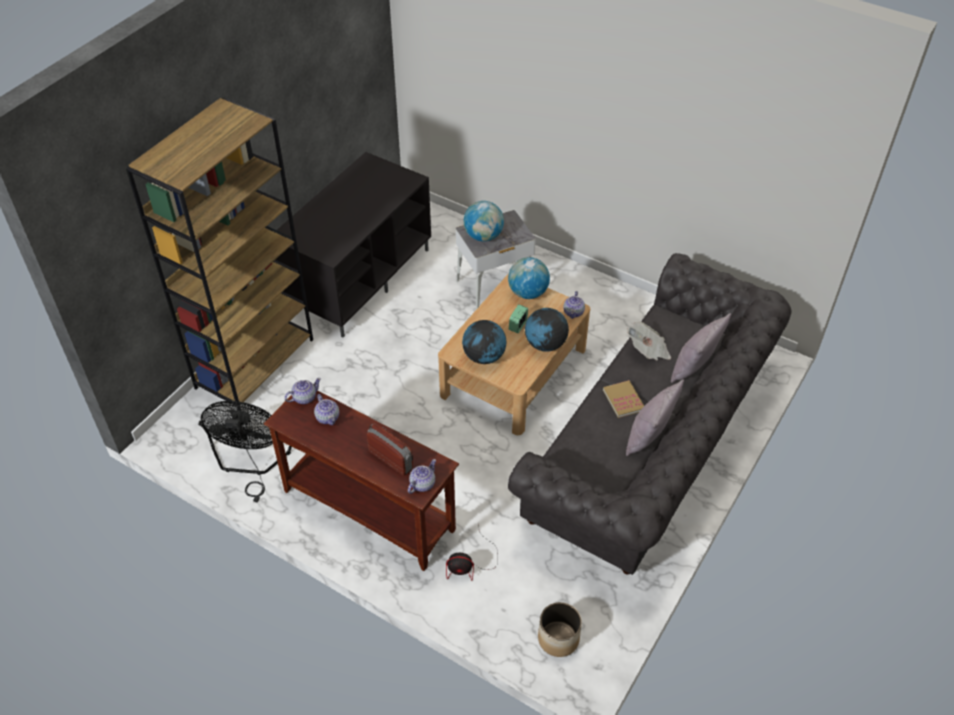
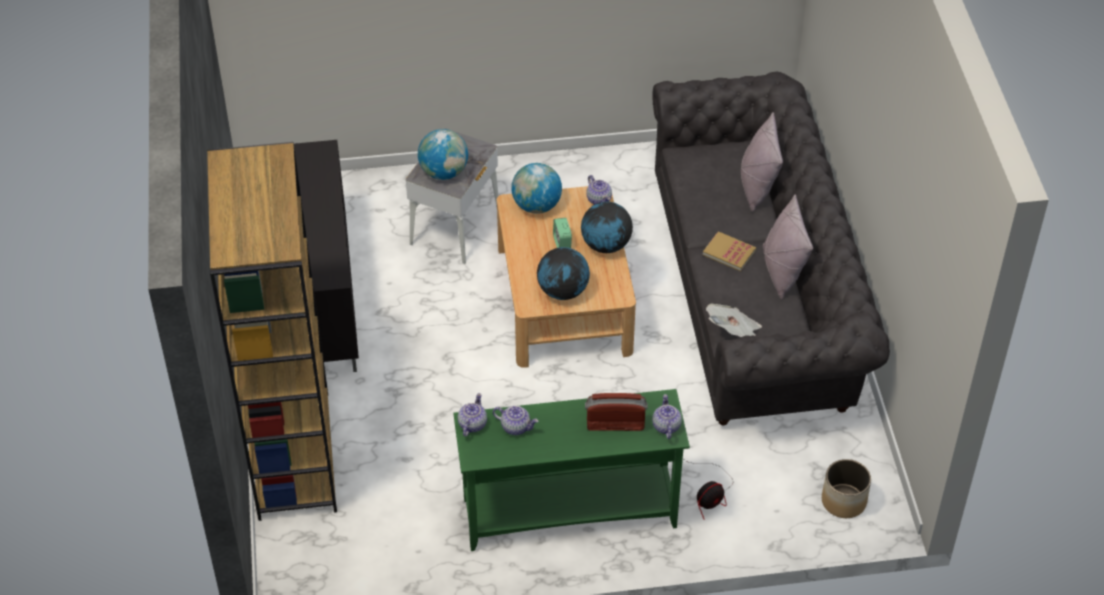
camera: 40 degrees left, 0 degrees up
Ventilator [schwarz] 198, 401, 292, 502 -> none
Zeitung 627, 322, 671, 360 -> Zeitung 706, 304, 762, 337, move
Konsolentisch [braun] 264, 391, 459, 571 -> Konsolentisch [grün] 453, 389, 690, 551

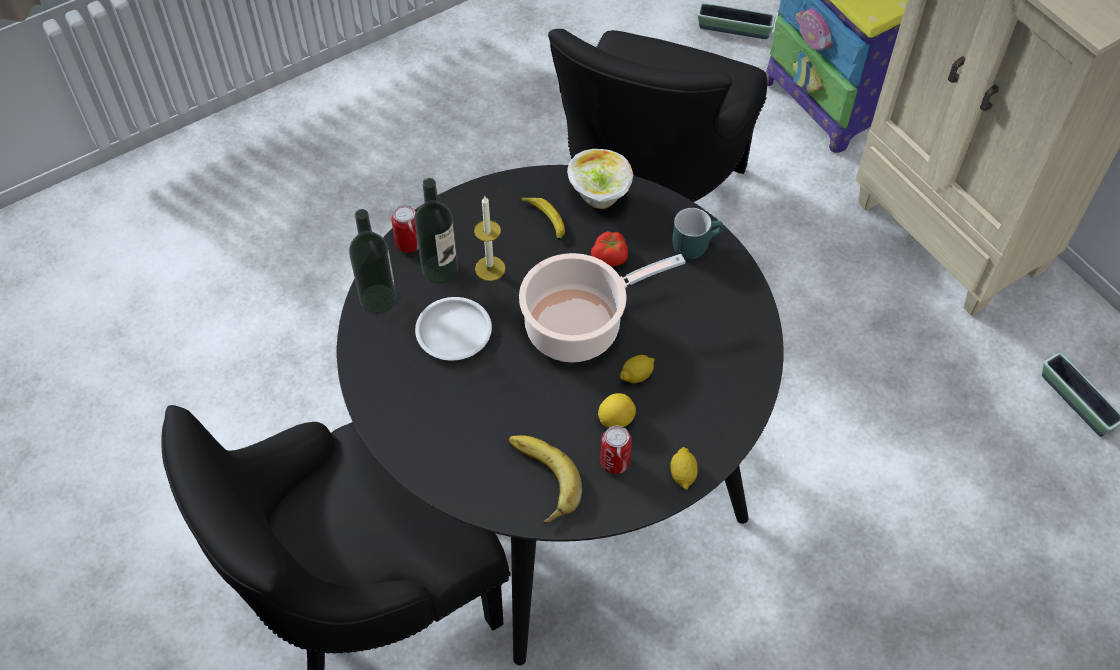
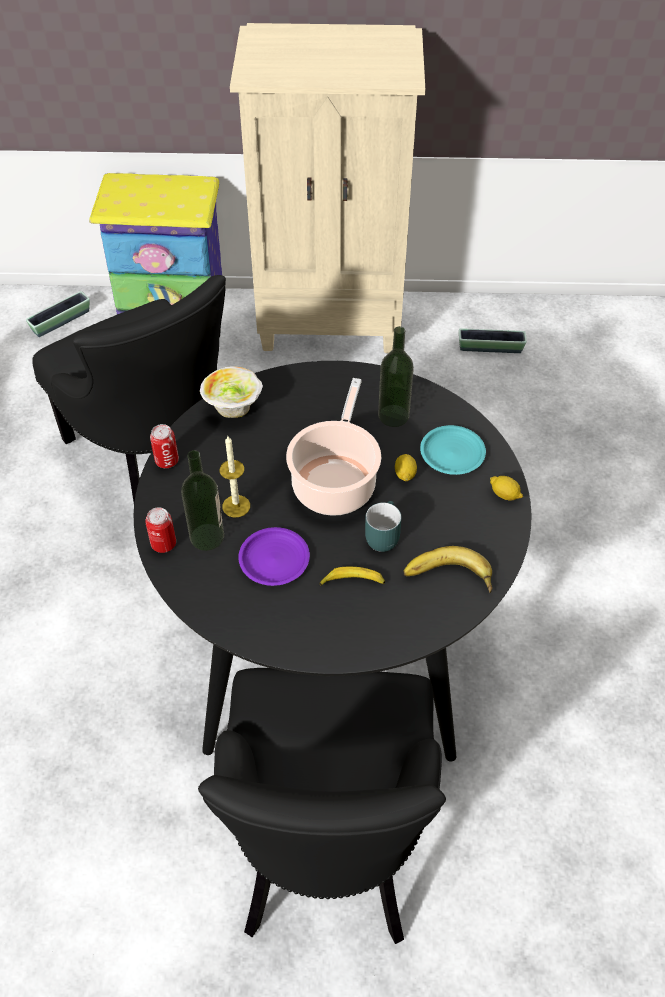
camera: 55 degrees left, 5 degrees down
Tomate 591, 231, 628, 266 -> none
Zitrone 598, 393, 636, 428 -> none
none -> Teller [türkis] 420, 425, 486, 475
Flasche 349, 209, 397, 314 -> Flasche 378, 326, 414, 427, move
Banane 520, 197, 565, 240 -> Banane 319, 567, 385, 586, move
Dose 600, 426, 632, 474 -> Dose 150, 424, 179, 468, move
Henkelbecher [türkis] 672, 208, 724, 259 -> Henkelbecher [türkis] 365, 501, 401, 552, move
Teller [weiß] 415, 297, 492, 360 -> Teller [lila] 238, 527, 310, 586

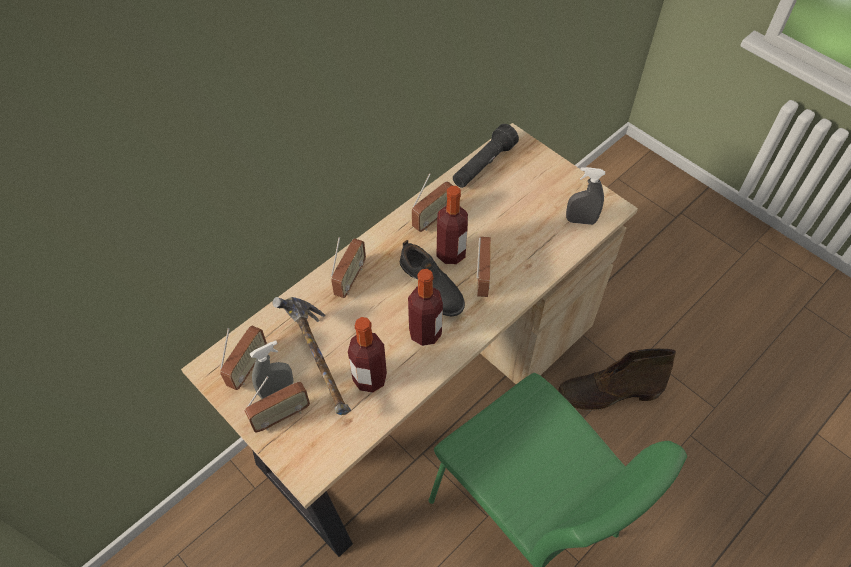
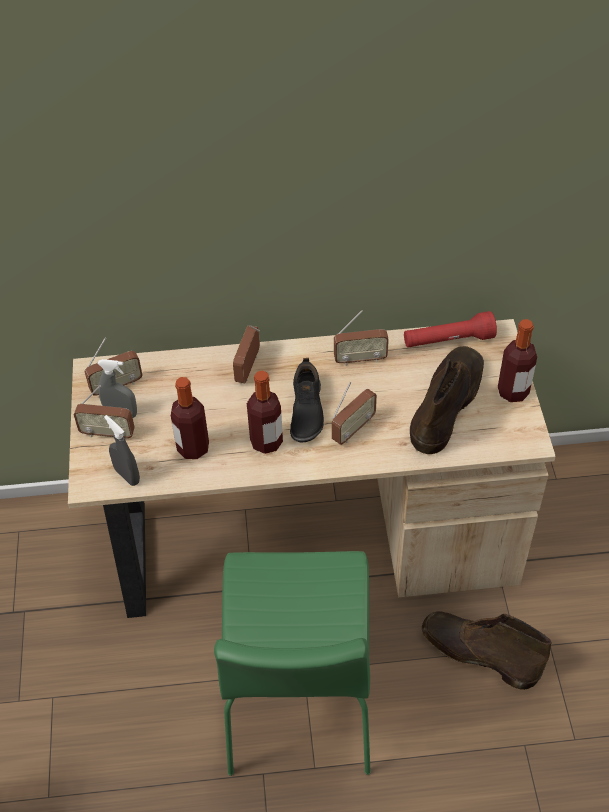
camera: 40 degrees right, 5 degrees down
Hammer 273, 297, 351, 415 -> none
none -> Stiefel [braun] 410, 346, 484, 454
Flasche 436, 186, 468, 264 -> Flasche 498, 319, 537, 402, move
Sprühflasche [grau] 566, 167, 605, 225 -> Sprühflasche [grau] 104, 415, 140, 486, move
Taschenlampe [schwarz] 453, 124, 519, 188 -> Taschenlampe [rot] 404, 311, 497, 347
Radio 330, 237, 366, 298 -> Radio 233, 325, 260, 383, 135 degrees clockwise

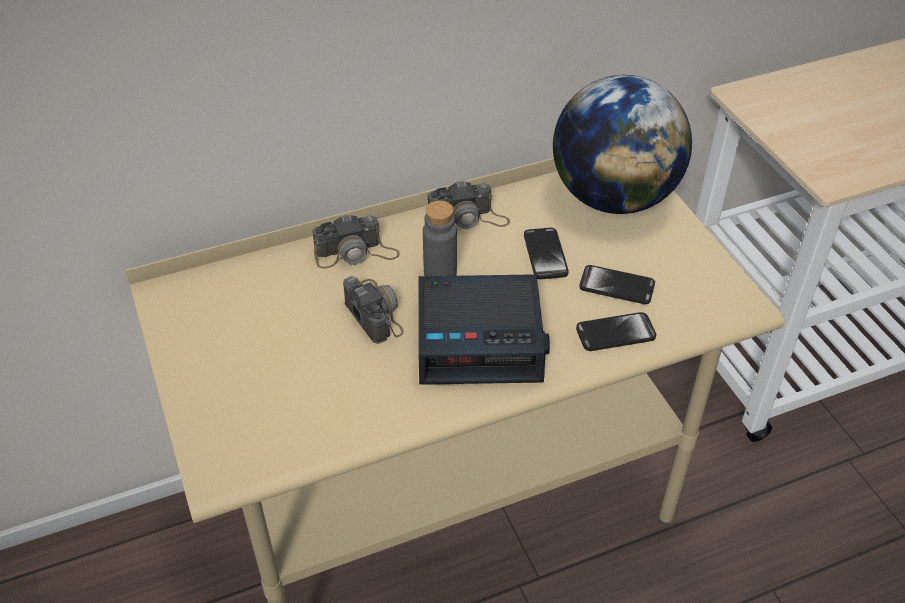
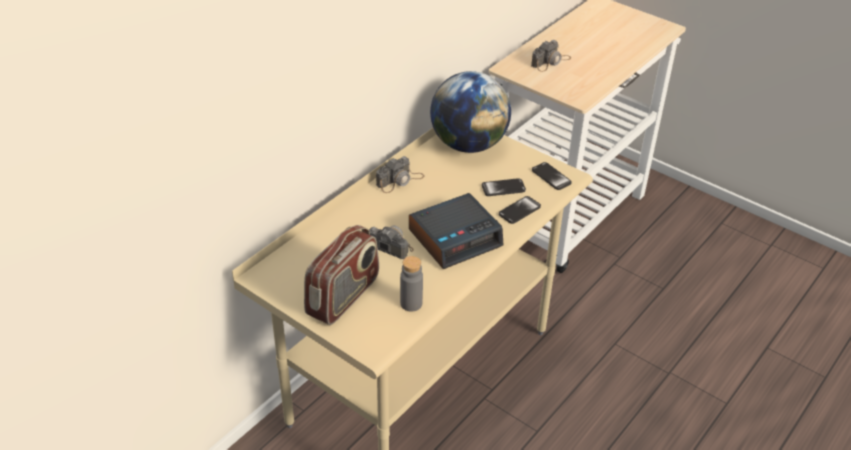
camera: 30 degrees left, 5 degrees down
none -> Radio 304, 225, 379, 325
Kamera 312, 213, 400, 268 -> Kamera 531, 40, 571, 72, move
Flasche [grau] 423, 201, 457, 276 -> Flasche [grau] 400, 256, 423, 312, move
Handy 524, 228, 569, 279 -> Handy 532, 162, 572, 190, move

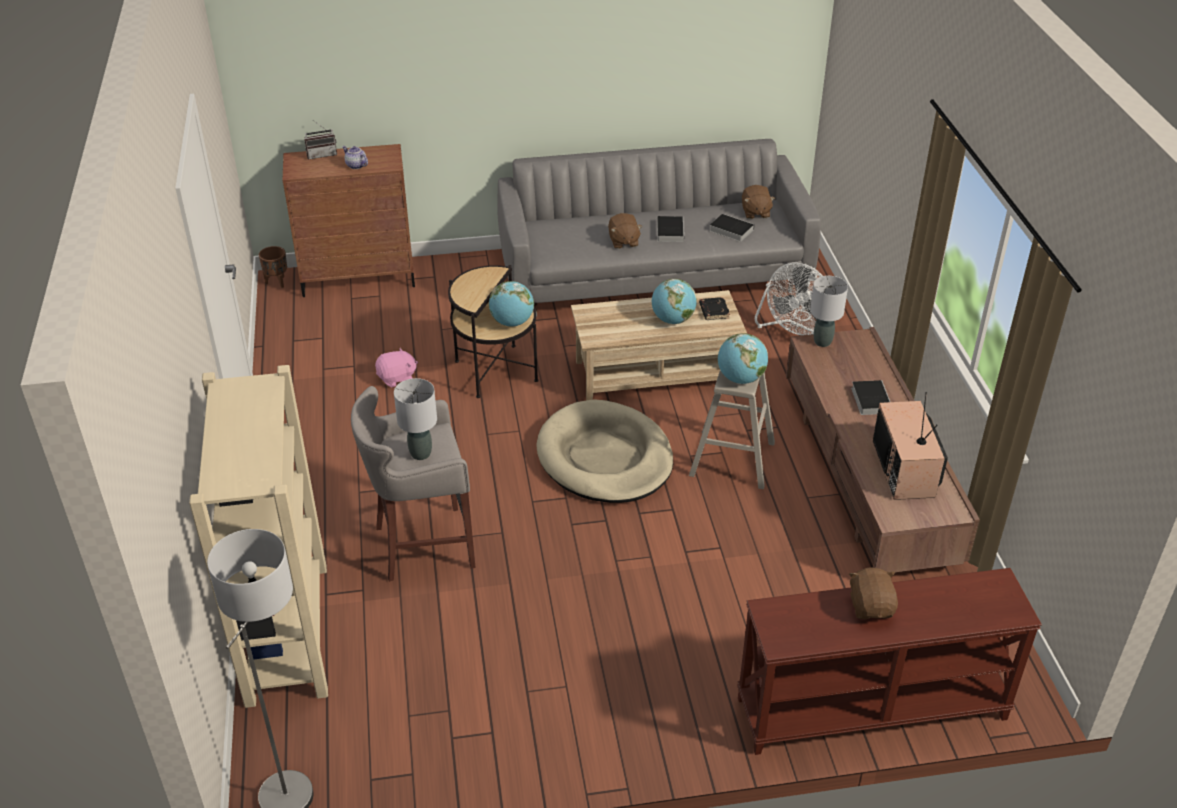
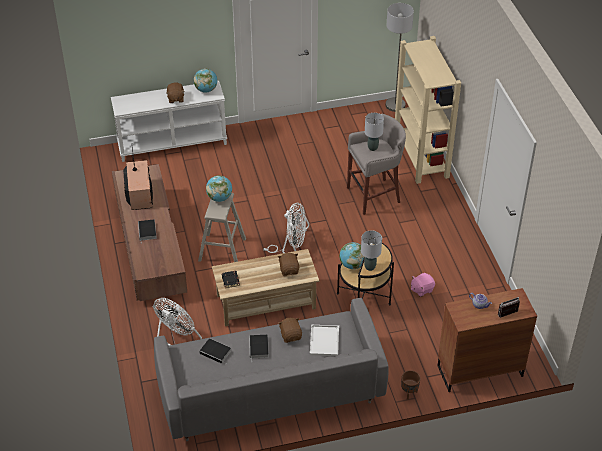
camera: 175 degrees right, 5 degrees up
none -> Tablett [weiß] 310, 325, 339, 356
Pflanzkübel [braun] 259, 246, 287, 288 -> Pflanzkübel [braun] 401, 370, 421, 400, move
Globus 652, 279, 697, 324 -> Globus 194, 68, 217, 93, move
Plüschtier [braun] 742, 185, 775, 219 -> Plüschtier [braun] 278, 253, 299, 276, move
Tischlampe [grau] 810, 276, 848, 347 -> Tischlampe [grau] 361, 230, 382, 271, move
Hundebett [beige] 537, 399, 673, 503 -> Ventilator [weiß] 263, 202, 309, 253
Konsolentisch [braun] 737, 568, 1042, 755 -> Konsolentisch [weiß] 111, 81, 227, 162

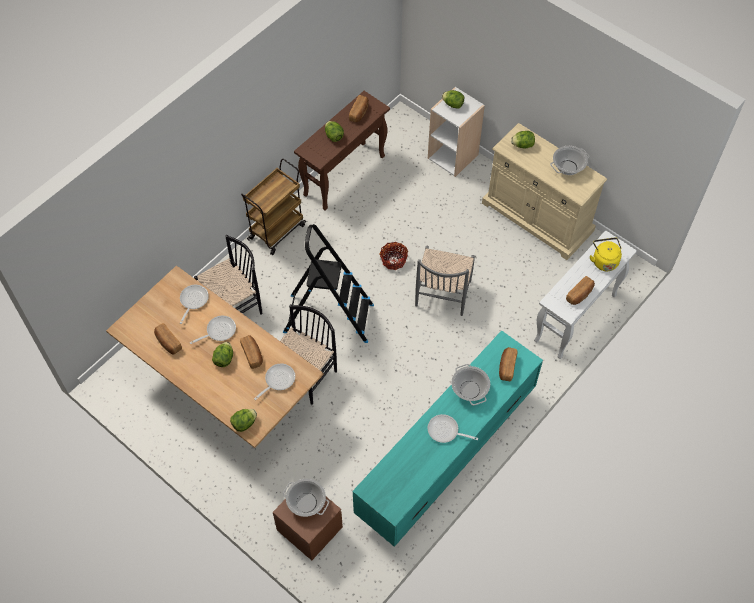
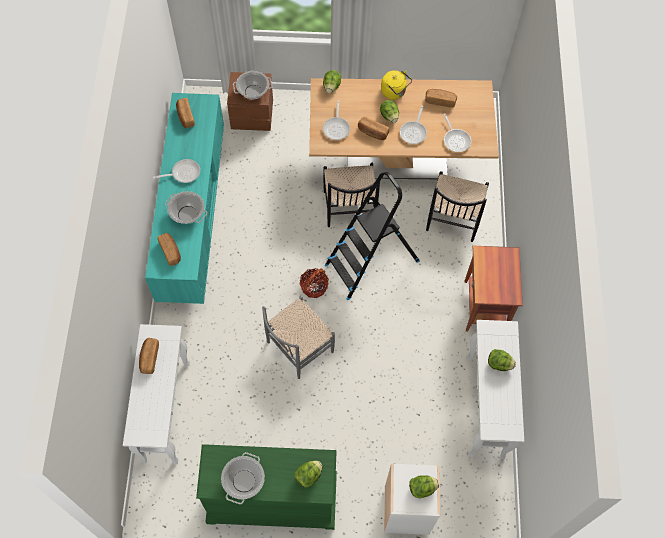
camera: 140 degrees right, 5 degrees up
Brot 349, 95, 369, 122 -> Brot 176, 98, 195, 128, move
Korb 379, 242, 408, 270 -> Korb 300, 268, 329, 298, move
Wasserkessel [gelb] 590, 238, 622, 271 -> Wasserkessel [gelb] 381, 70, 412, 100, move
Rollwagen [braun] 241, 159, 307, 255 -> Nachttisch 465, 246, 523, 332
Konsolentisch [braun] 294, 91, 390, 210 -> Konsolentisch [weiß] 467, 320, 524, 459
Kommode [beige] 482, 123, 607, 260 -> Kommode [grün] 196, 444, 337, 530
Stuhl [grau] 415, 246, 475, 316 -> Stuhl [grau] 262, 296, 335, 379, 105 degrees counterclockwise

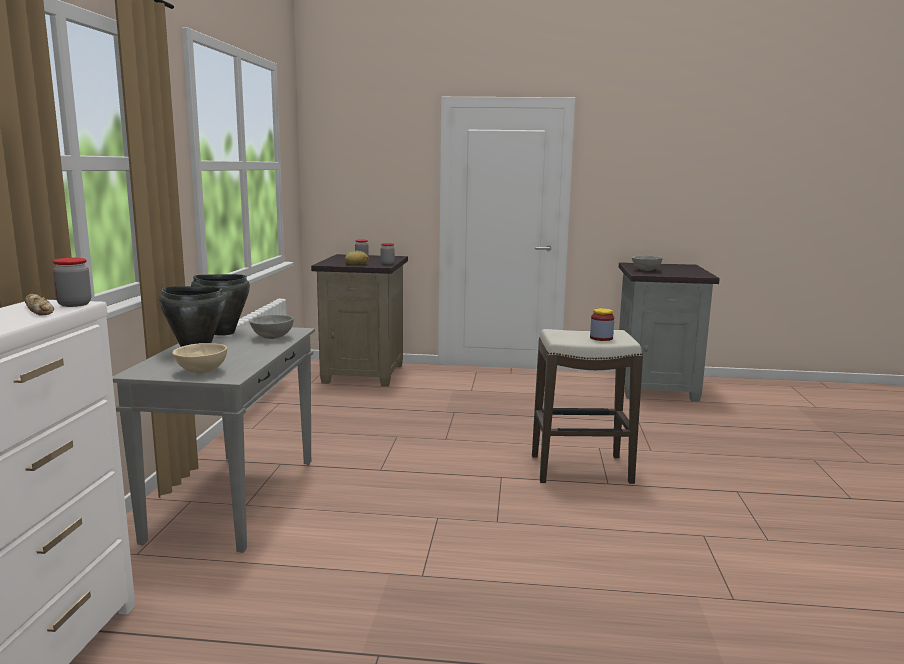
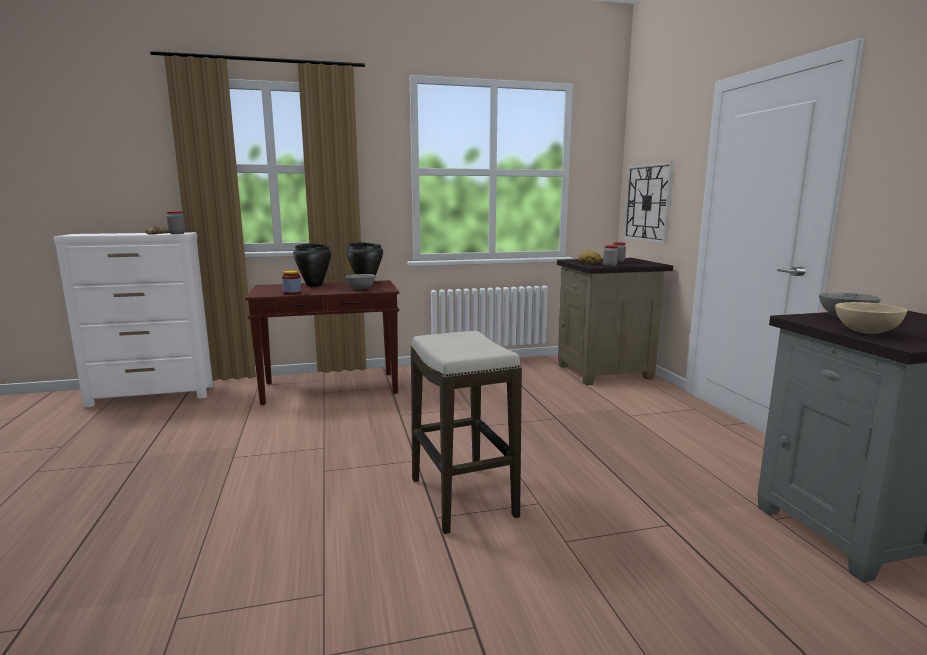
camera: 70 degrees right, 0 degrees up
none -> Wanduhr 623, 162, 674, 244
Schüssel [beige] 173, 343, 227, 373 -> Schüssel [beige] 835, 302, 908, 334, move
Vorratsglas 590, 308, 614, 341 -> Vorratsglas 282, 270, 301, 295, move
Konsolentisch [grau] 112, 325, 315, 553 -> Konsolentisch [braun] 245, 280, 399, 405

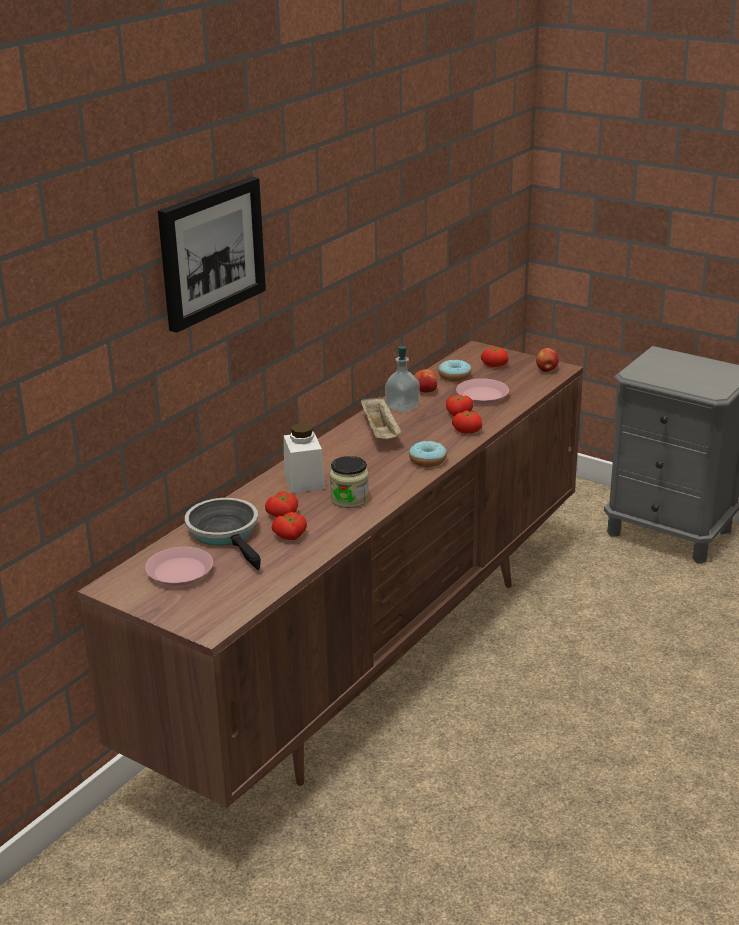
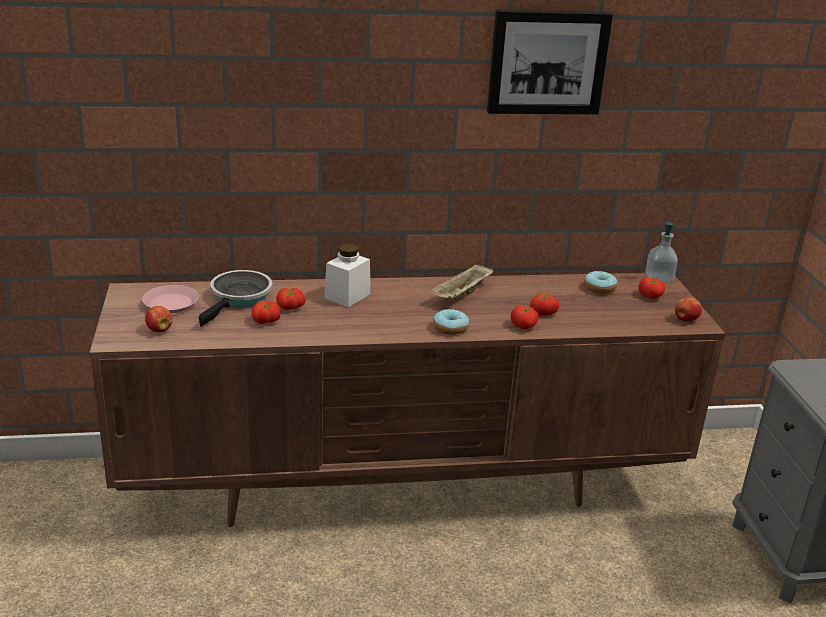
camera: 45 degrees right, 0 degrees up
Vorratsglas 330, 456, 369, 508 -> none
Teller [rosa] 456, 379, 509, 404 -> none
Bild 158, 176, 266, 333 -> Bild 487, 10, 613, 114, move
Seifenspender 385, 346, 420, 413 -> Seifenspender 645, 222, 678, 283, move
Apfel 414, 369, 437, 393 -> Apfel 145, 306, 172, 332, move

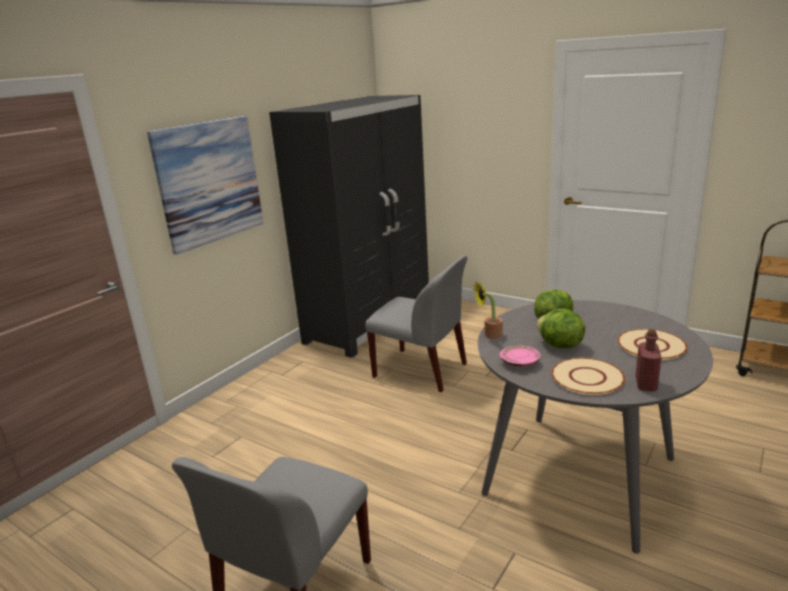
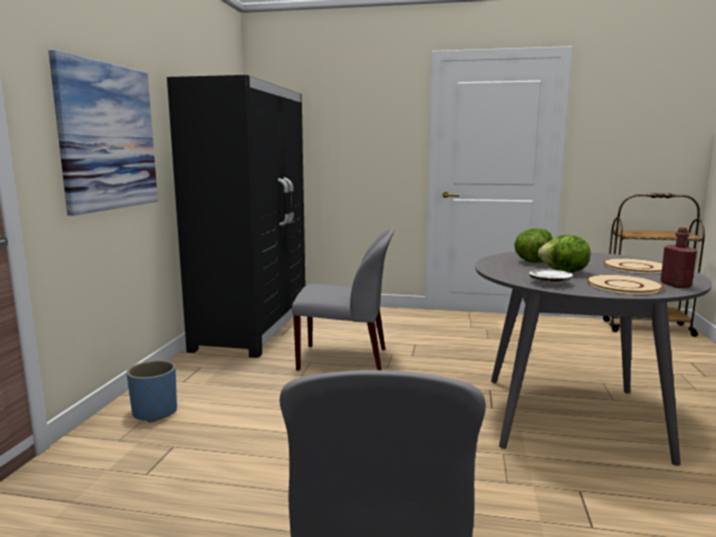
camera: 25 degrees left, 10 degrees down
Topfpflanze 473, 282, 503, 339 -> none
none -> Pflanzkübel [blau] 127, 360, 177, 423
Teller [rosa] 500, 345, 540, 367 -> Teller [weiß] 529, 269, 573, 285

